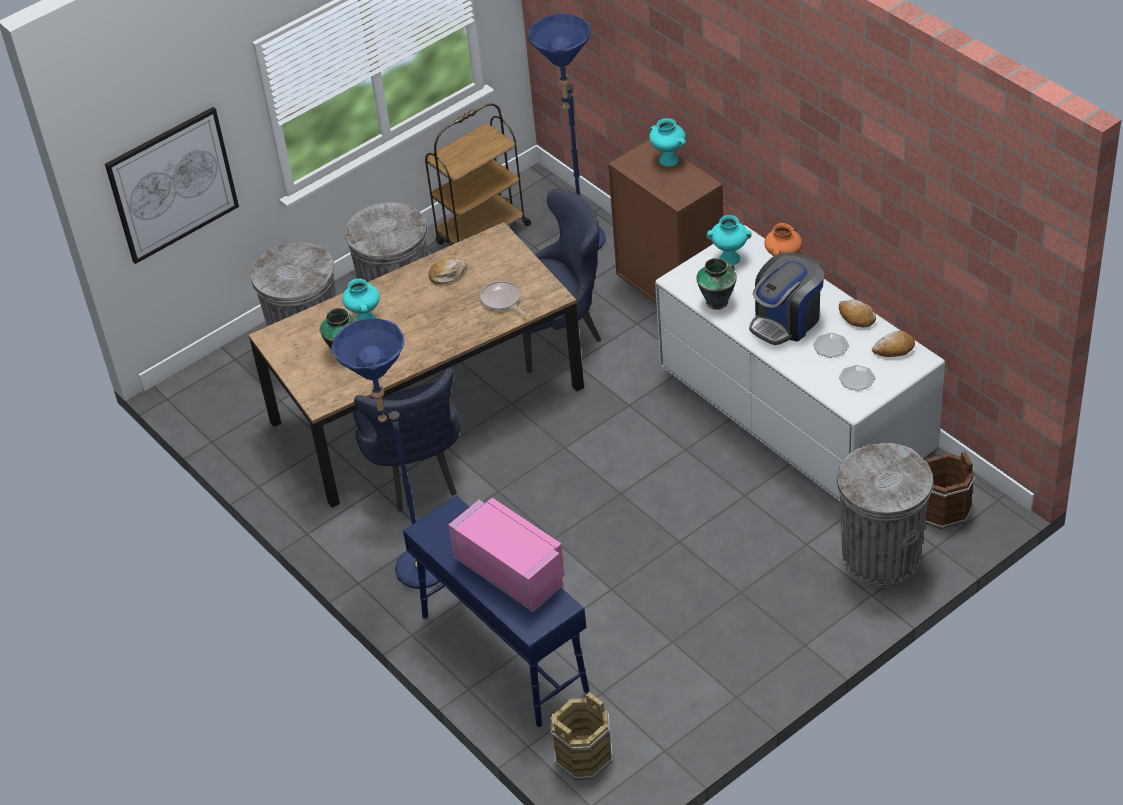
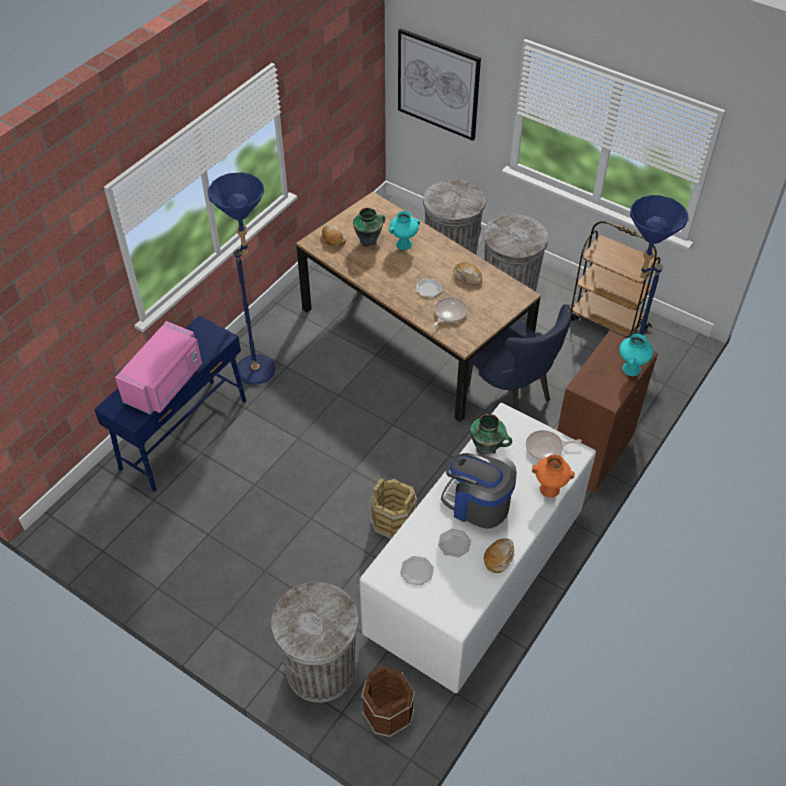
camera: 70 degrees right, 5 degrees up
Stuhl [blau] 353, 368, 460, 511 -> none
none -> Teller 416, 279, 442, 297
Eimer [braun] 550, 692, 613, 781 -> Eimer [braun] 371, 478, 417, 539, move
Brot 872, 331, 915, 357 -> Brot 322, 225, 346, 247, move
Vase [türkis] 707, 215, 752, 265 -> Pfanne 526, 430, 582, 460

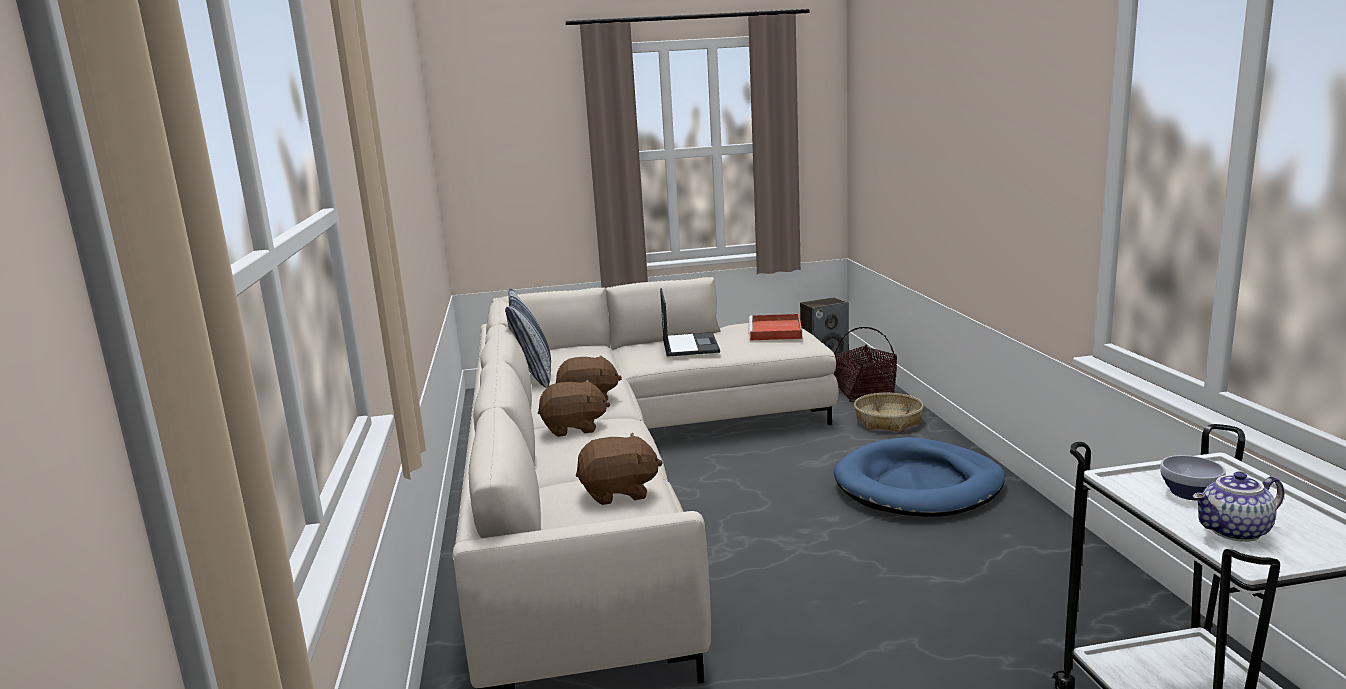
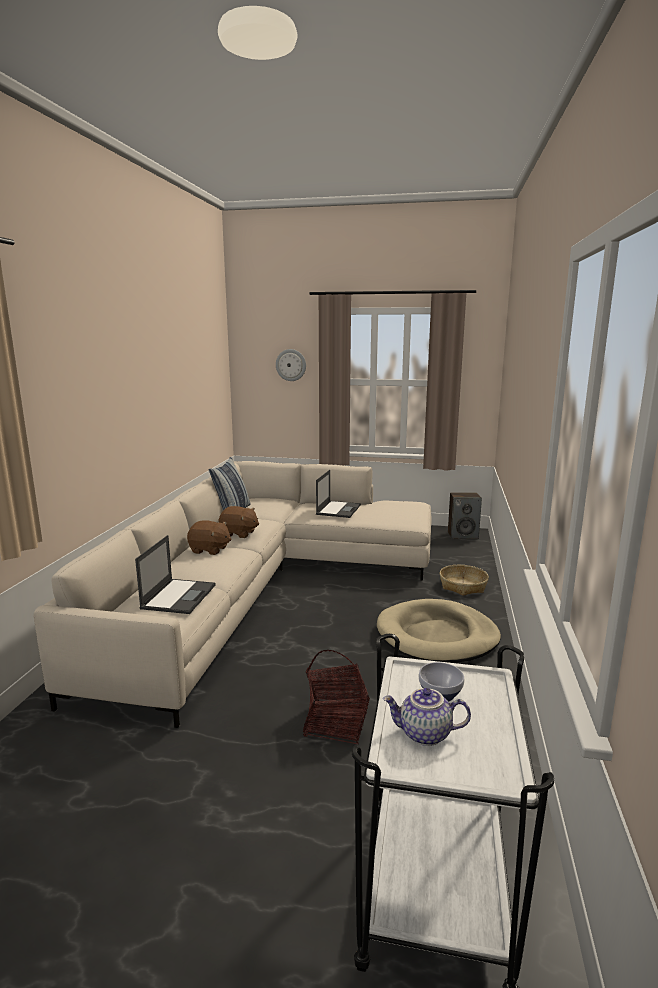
camera: 20 degrees right, 0 degrees up
Tablett [rot] 748, 314, 802, 340 -> none
none -> Wanduhr 276, 349, 306, 381
Korb 834, 327, 897, 402 -> Korb 303, 650, 370, 744, move
Plüschtier [braun] 576, 433, 663, 505 -> Laptop 135, 535, 216, 614
Hundebett [blau] 834, 437, 1005, 517 -> Hundebett [beige] 377, 599, 501, 663

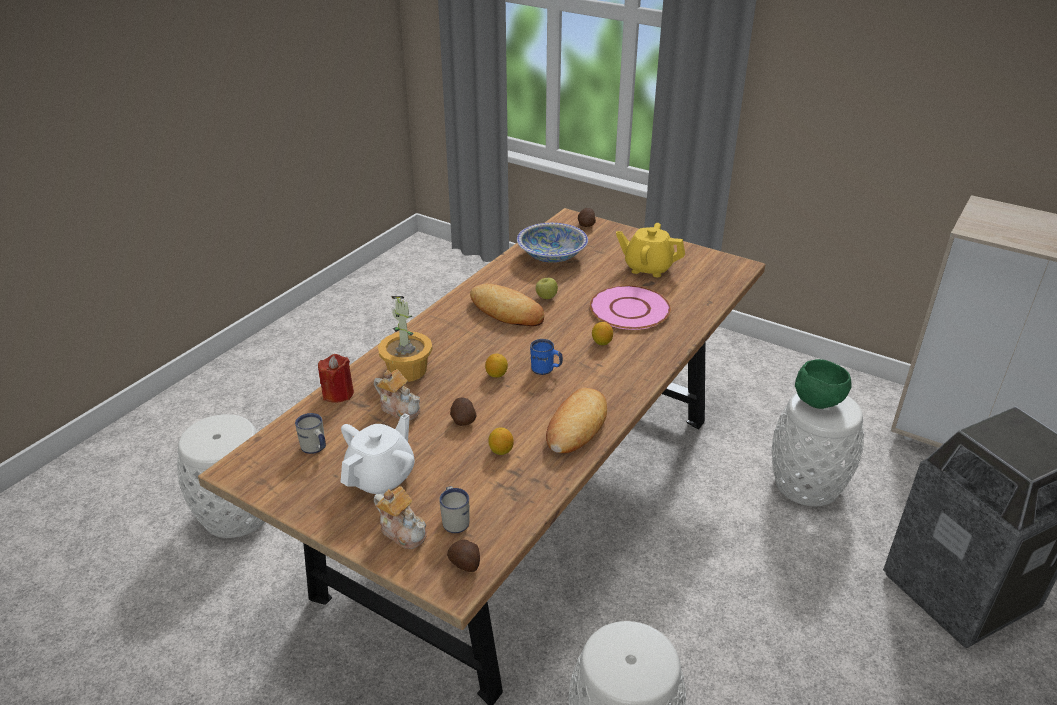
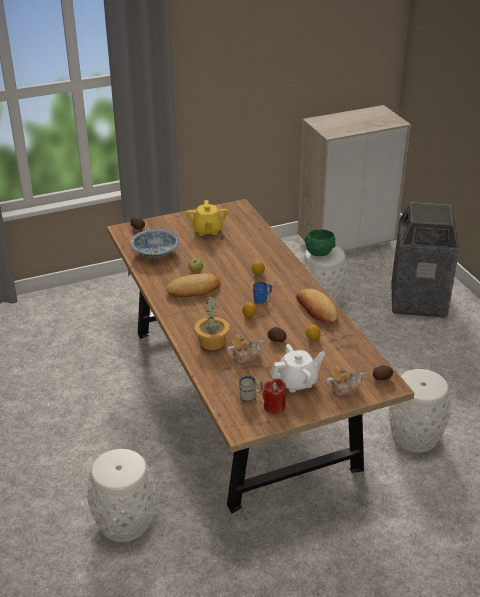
camera: 55 degrees left, 0 degrees up
Henkelbecher [weiß] 439, 486, 470, 533 -> none
Teller [rosa] 590, 286, 671, 330 -> none
Kerze [rot] 318, 354, 354, 403 -> Kerze [rot] 263, 379, 286, 414, move
Teekanne [weiß] 341, 414, 415, 496 -> Teekanne [weiß] 270, 344, 325, 392, 90 degrees clockwise
Teekanne [gelb] 616, 223, 685, 277 -> Teekanne [gelb] 186, 200, 229, 236, 60 degrees counterclockwise

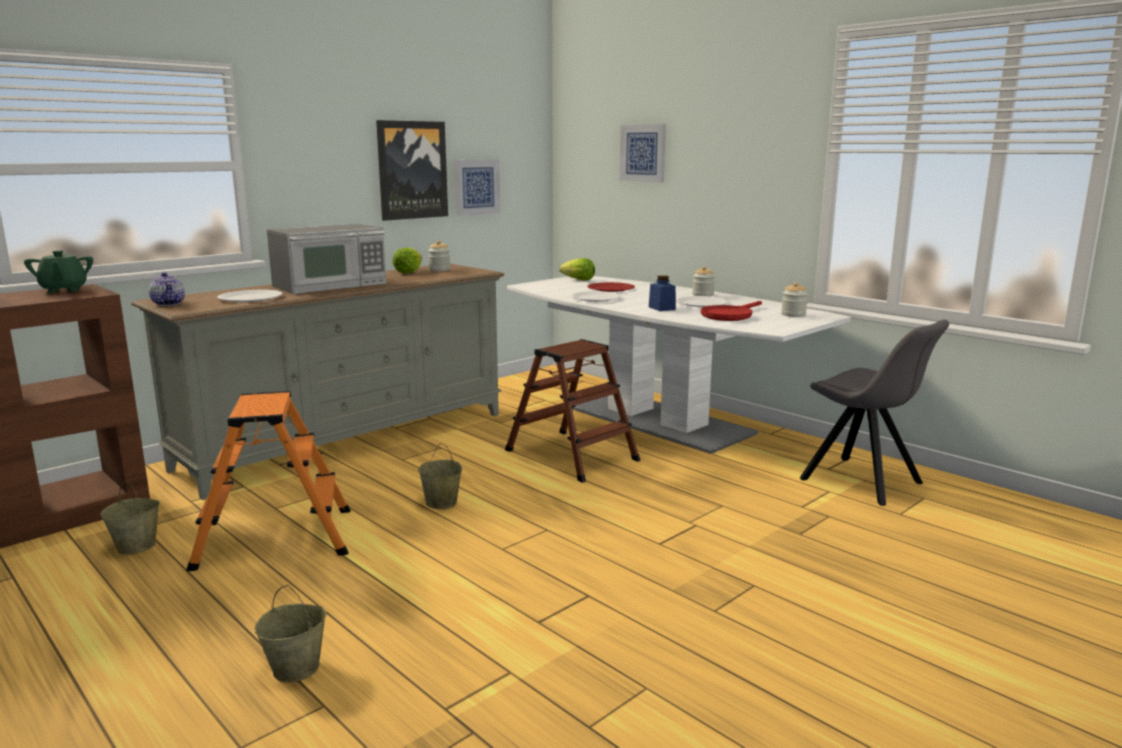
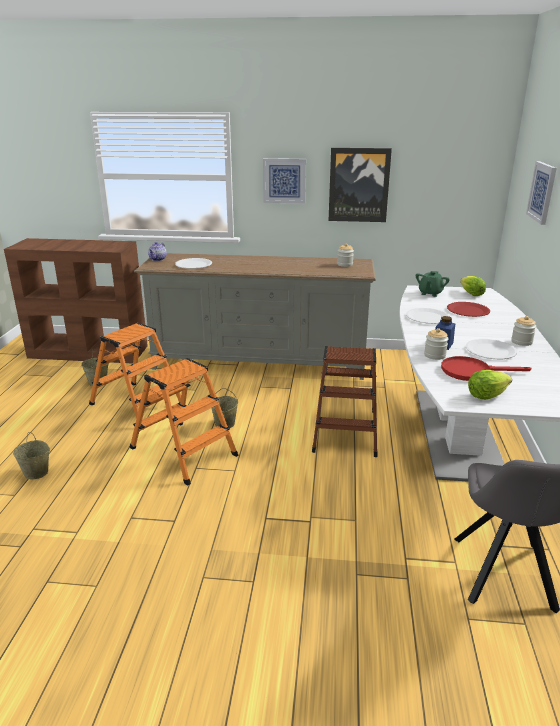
camera: 50 degrees right, 10 degrees up
Mikrowelle 267, 224, 386, 294 -> none
none -> Trittleiter [orange] 130, 358, 238, 485
Teekanne [grün] 24, 250, 93, 293 -> Teekanne [grün] 416, 271, 450, 297, move
Salatkopf 392, 247, 422, 274 -> Salatkopf 468, 370, 512, 400, move
Bild 454, 159, 500, 216 -> Bild 263, 158, 306, 203, move
Vorratsglas 781, 282, 808, 317 -> Vorratsglas 424, 328, 449, 360, move

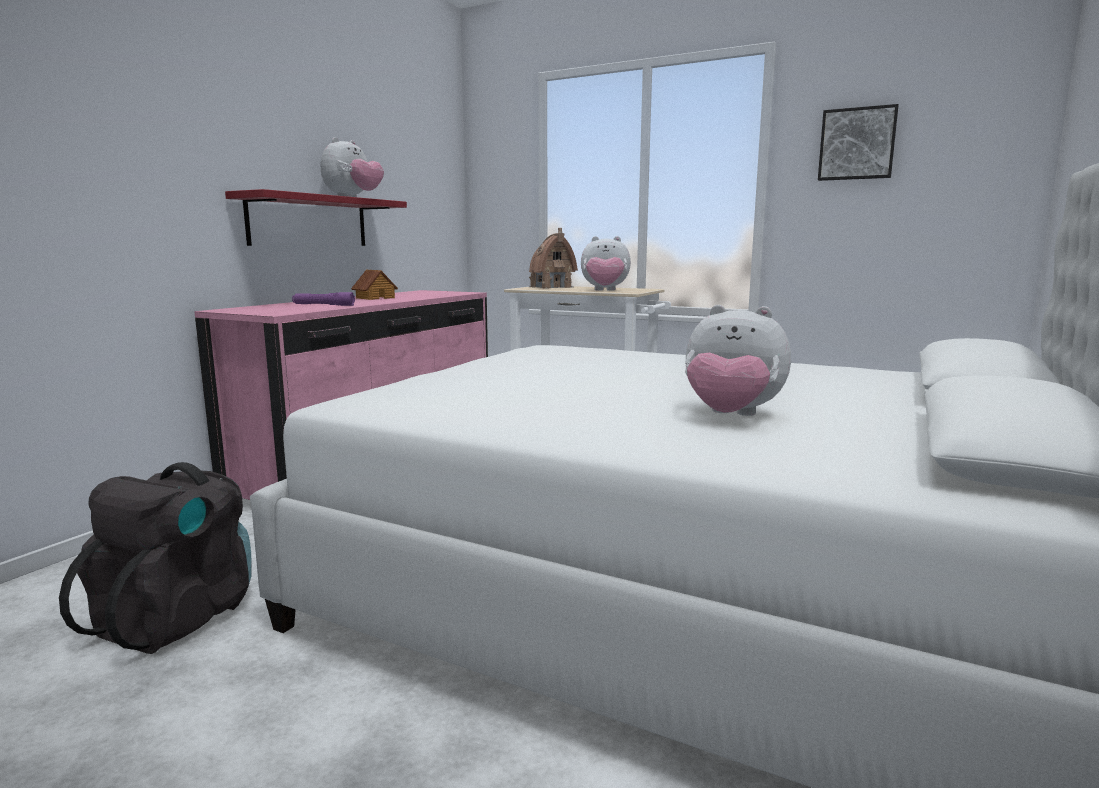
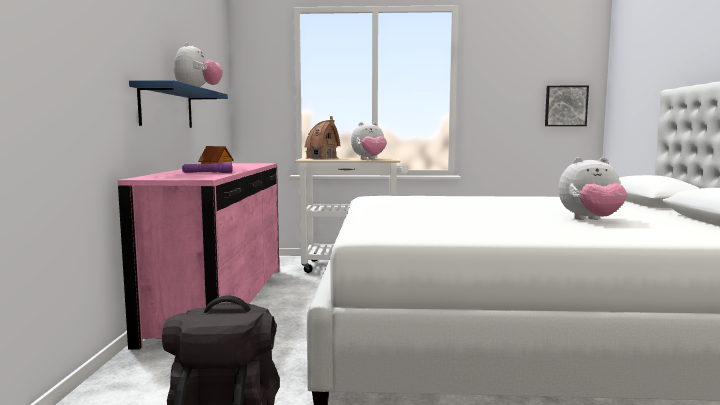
camera: 25 degrees left, 5 degrees down
Bild 818, 104, 899, 181 -> Bild 545, 86, 589, 126, move
Wandregal [rot] 225, 189, 407, 246 -> Wandregal [blau] 129, 80, 228, 128

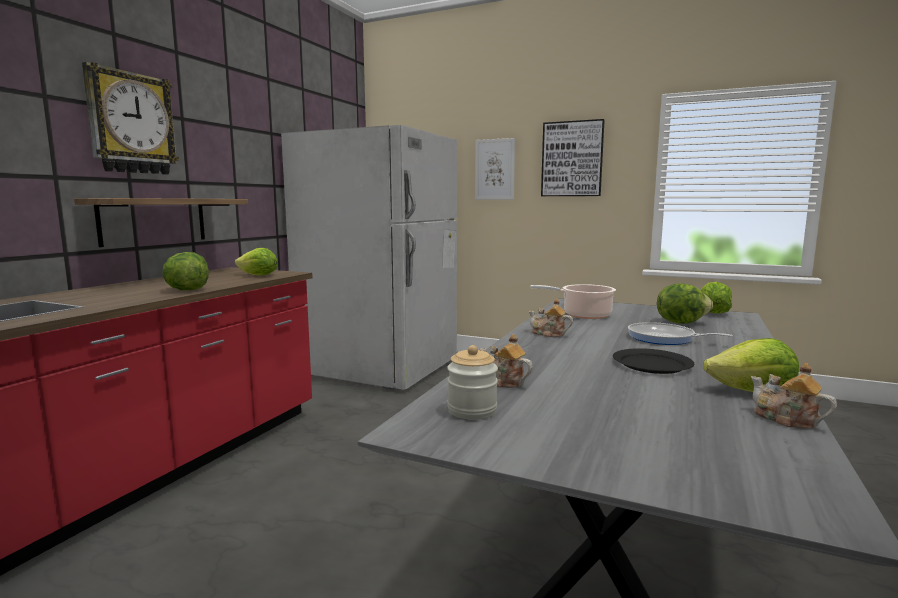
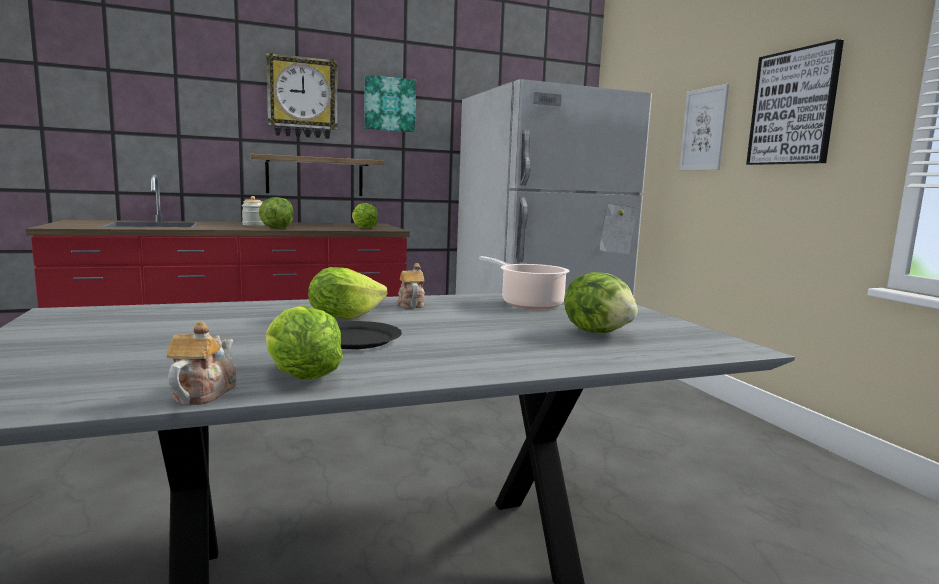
camera: 45 degrees right, 0 degrees up
Teekanne 479, 334, 533, 388 -> none
Pfanne 628, 322, 733, 345 -> none
none -> Bild 364, 75, 416, 132
Vorratsglas 447, 345, 498, 420 -> Vorratsglas 242, 196, 264, 226, move
Salatkopf 701, 282, 732, 314 -> Salatkopf 308, 267, 387, 319, move

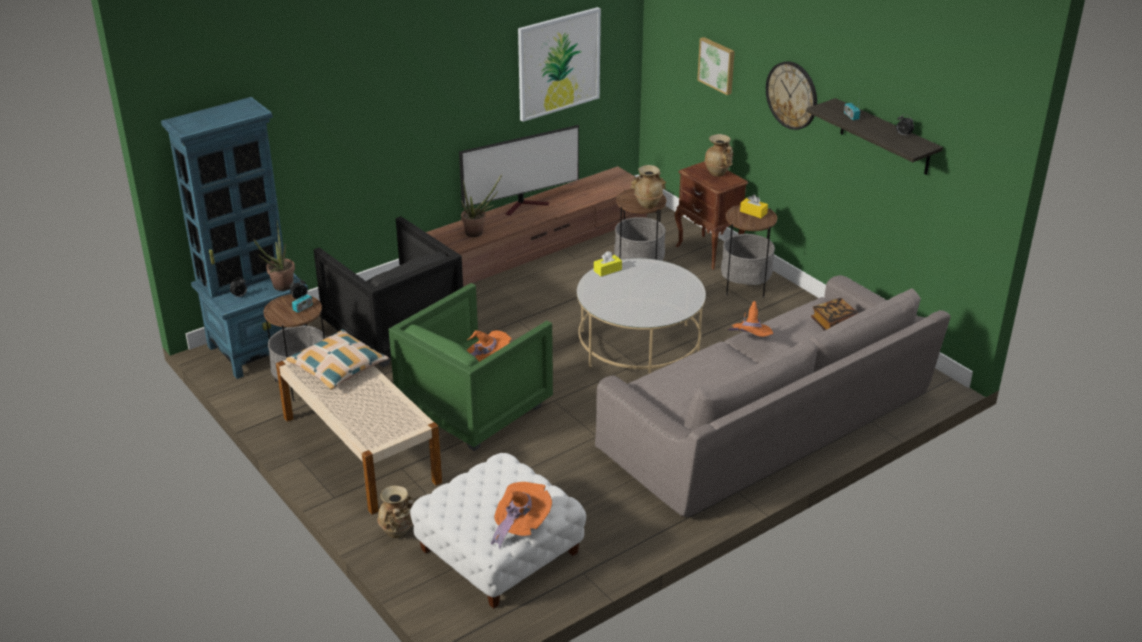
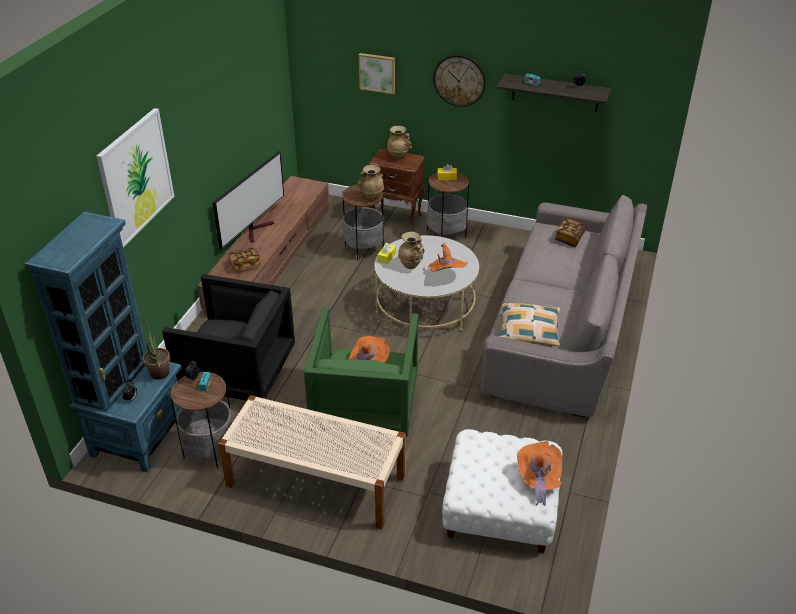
camera: 35 degrees left, 5 degrees up
Kissen 286, 329, 389, 390 -> Kissen 499, 302, 560, 347, move
Vase [beige] 378, 485, 415, 538 -> Vase [beige] 398, 232, 424, 269, move
Bild 518, 7, 601, 122 -> Bild 96, 108, 174, 247, move
Hut [orange] 727, 301, 774, 337 -> Hut [orange] 428, 243, 468, 272, move
Topfpflanze 461, 174, 502, 237 -> Buch 228, 248, 261, 271

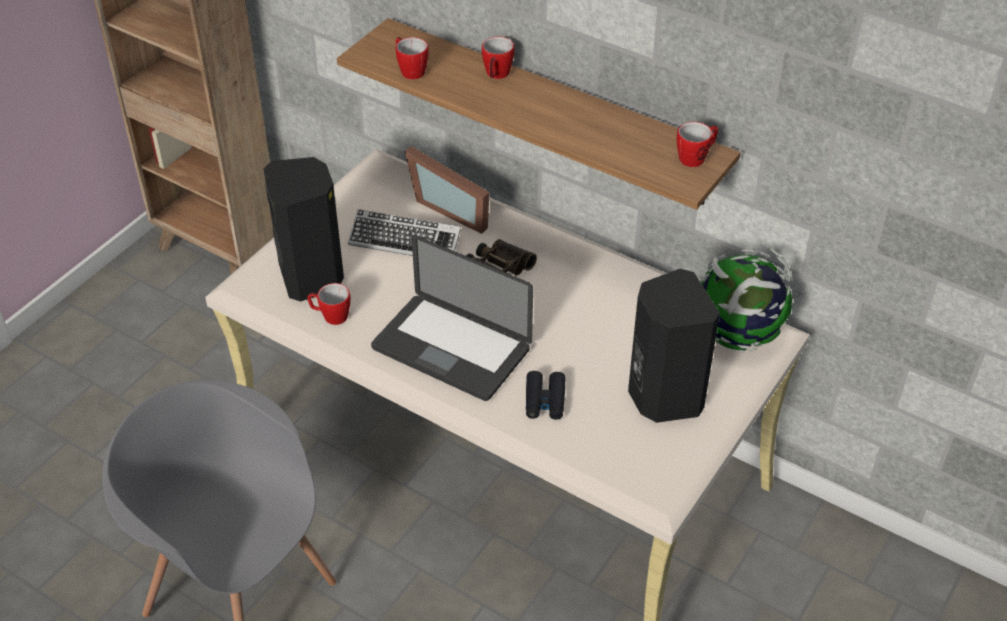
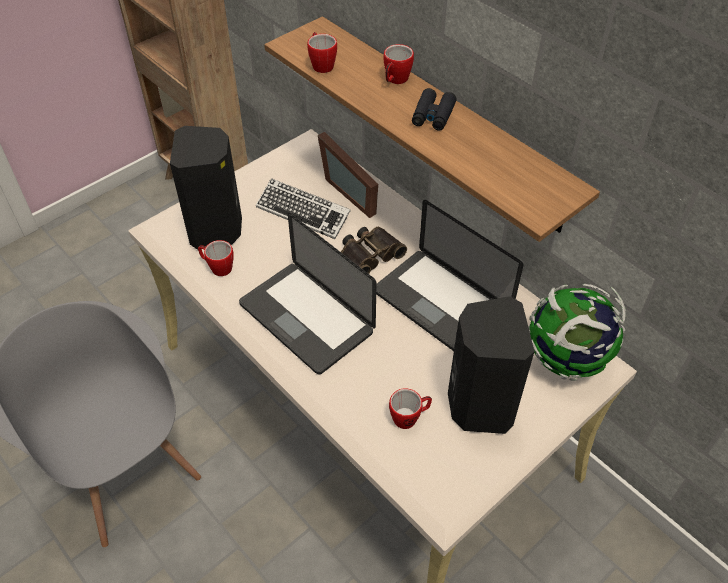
camera: 15 degrees right, 5 degrees up
none -> Laptop 376, 200, 524, 351
Fernglas [schwarz] 526, 371, 566, 420 -> Fernglas [schwarz] 412, 88, 457, 131, move
Henkelbecher 677, 122, 718, 167 -> Henkelbecher 389, 388, 432, 429, move

